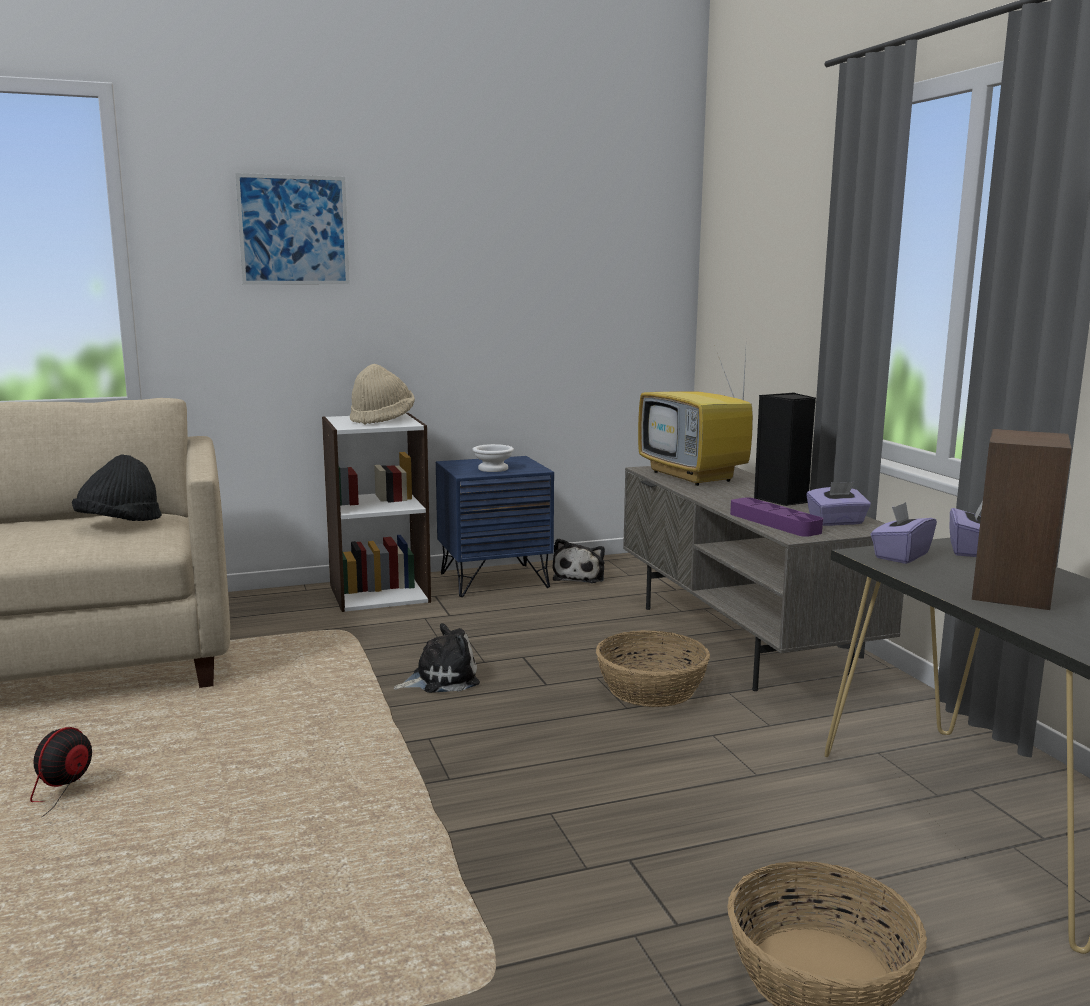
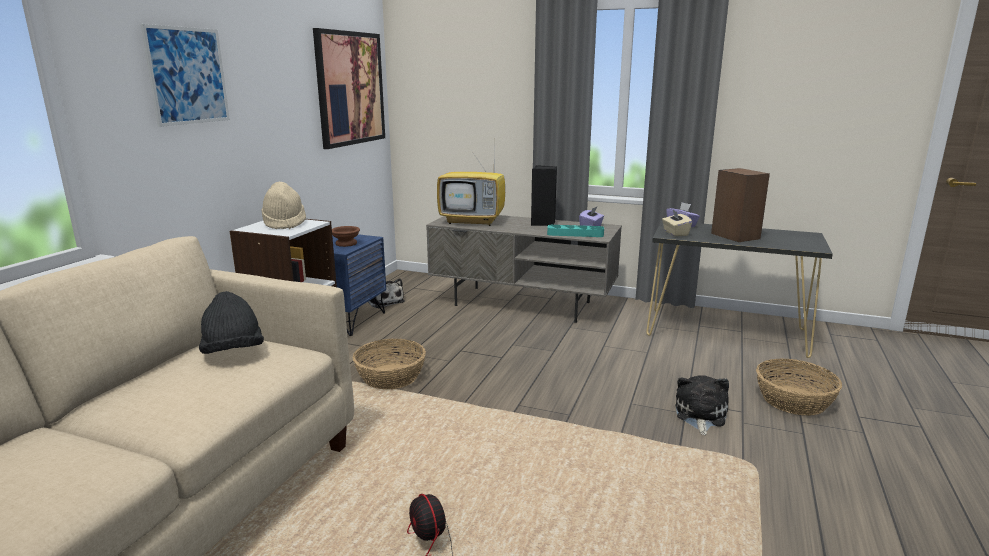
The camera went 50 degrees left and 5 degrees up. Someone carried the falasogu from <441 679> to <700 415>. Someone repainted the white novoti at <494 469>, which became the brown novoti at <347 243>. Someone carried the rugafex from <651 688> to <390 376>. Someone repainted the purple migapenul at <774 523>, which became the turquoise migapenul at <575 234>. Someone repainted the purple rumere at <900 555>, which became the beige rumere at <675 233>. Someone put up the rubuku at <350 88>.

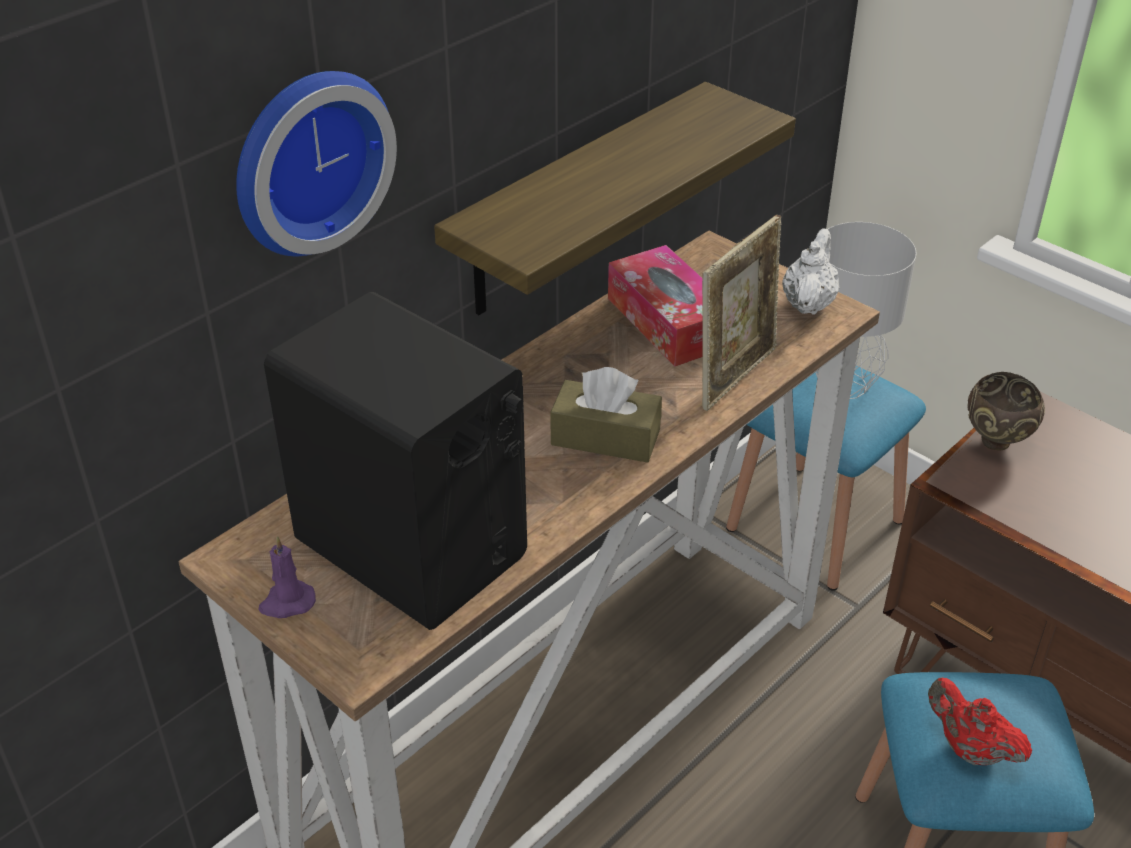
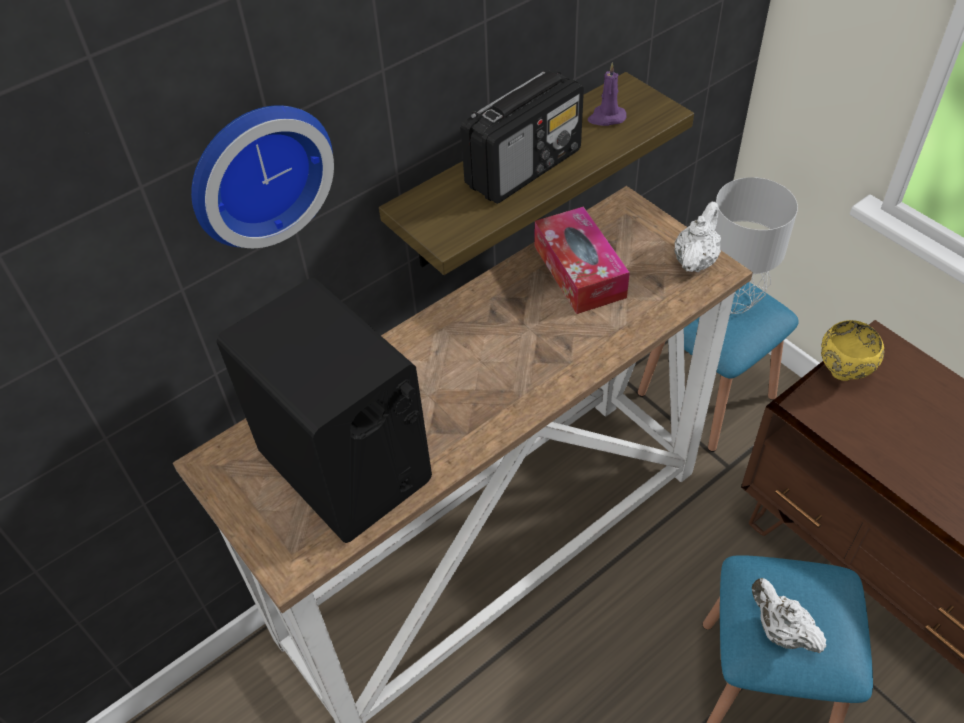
The camera went 10 degrees right and 10 degrees up. Someone carried the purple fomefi from <287 603> to <606 117>. Someone took away the brown rumere at <605 437>. Someone took away the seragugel at <735 375>. Someone repainted the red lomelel at <970 749>, which became the white lomelel at <780 630>. Someone repainted the brown novoti at <997 443>, which became the yellow novoti at <843 374>. Someone put down the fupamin at <524 167>.

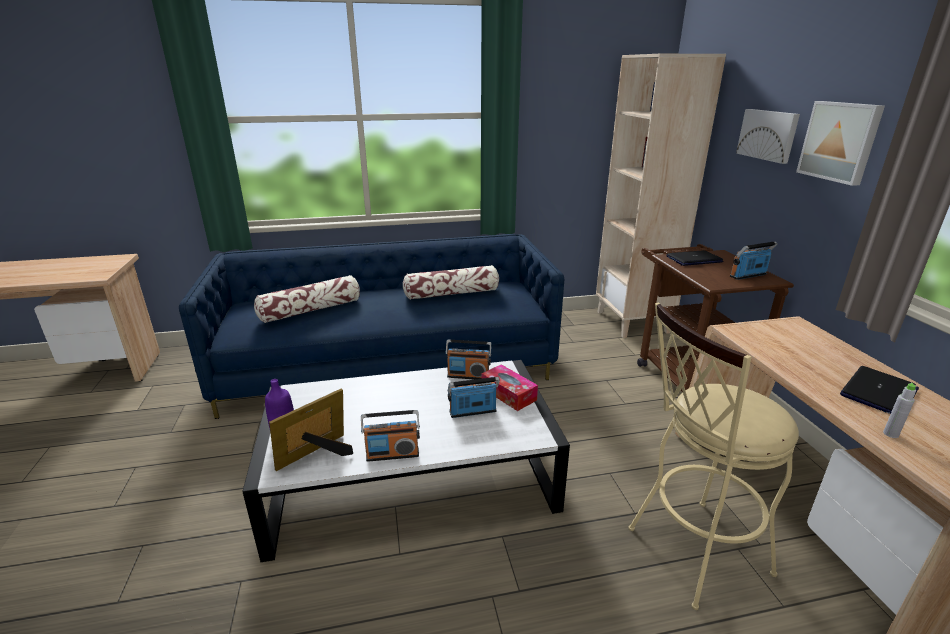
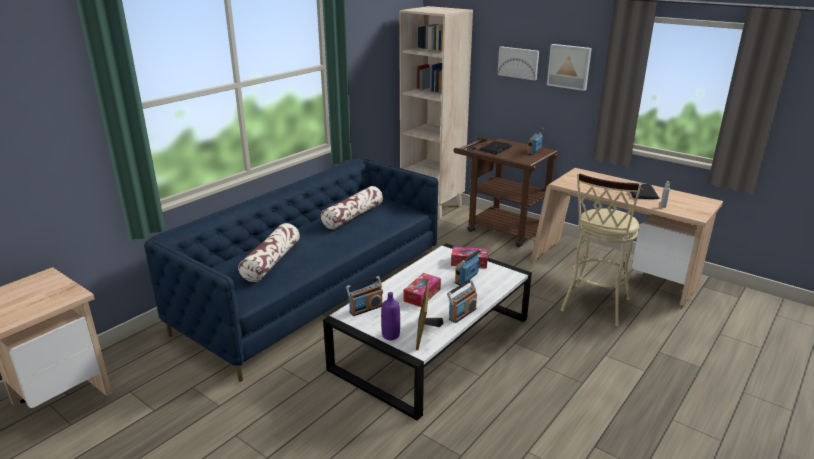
The camera went 40 degrees left and 0 degrees up. Someone carried the fupamin from <468 375> to <365 309>. Someone put down the rumere at <422 295>.

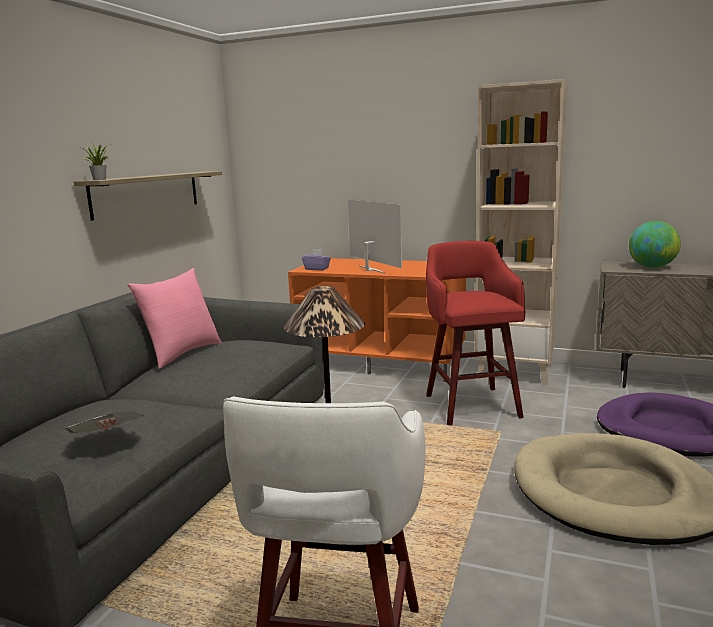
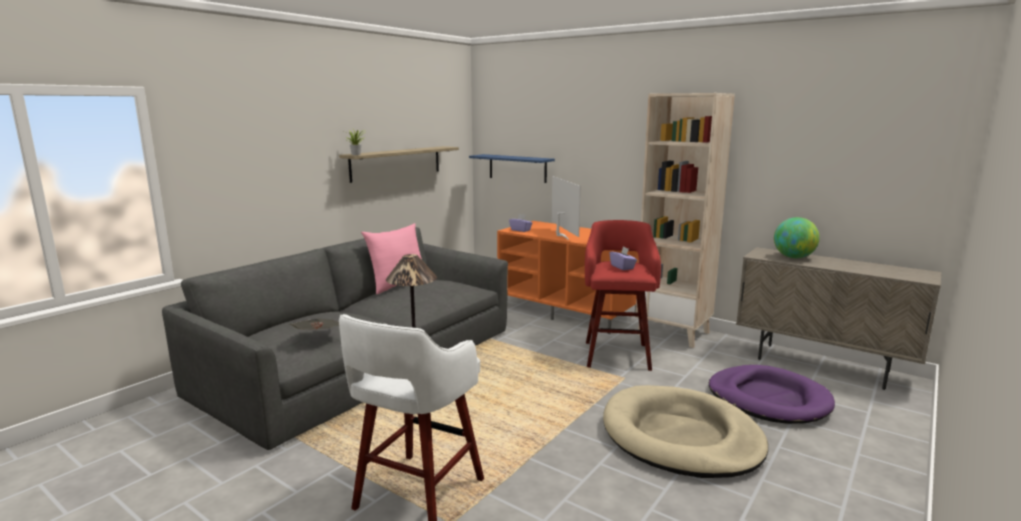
The camera went 15 degrees right and 0 degrees up. Someone put up the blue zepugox at <517 168>. Someone put down the purple rumere at <622 267>.

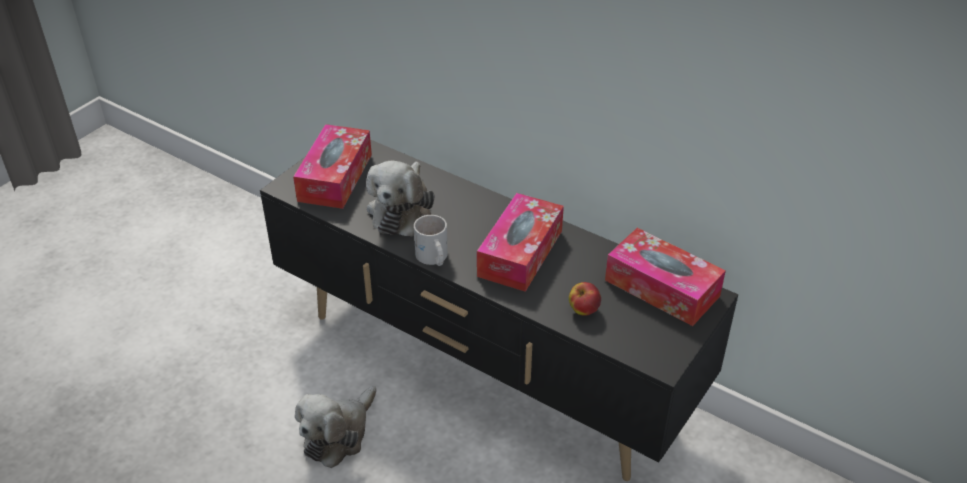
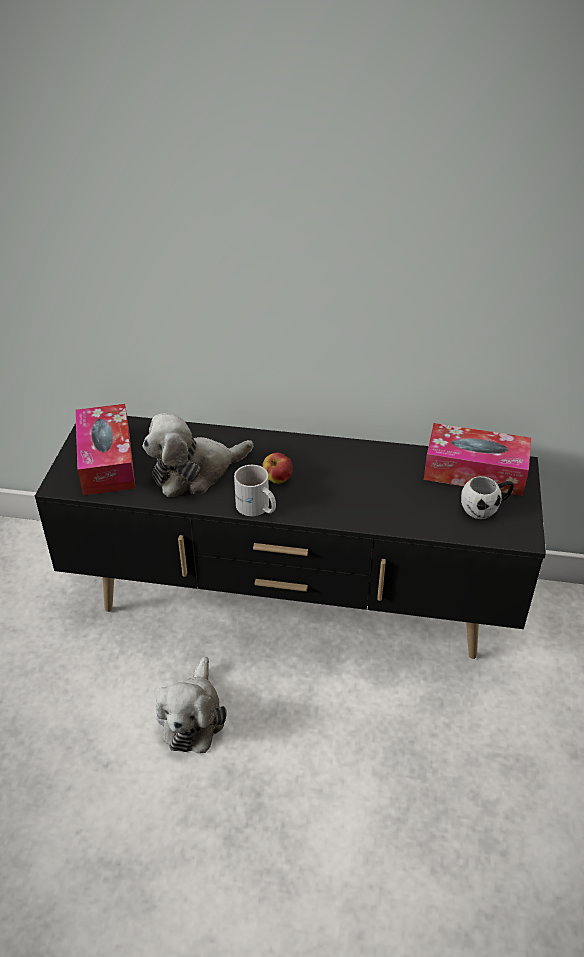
The camera went 25 degrees left and 0 degrees up. Someone rotated the falasogu at <401 210> by 75 degrees clockwise. Someone took away the rumere at <520 253>. Someone carried the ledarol from <583 310> to <277 479>. Someone put down the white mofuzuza at <485 508>.

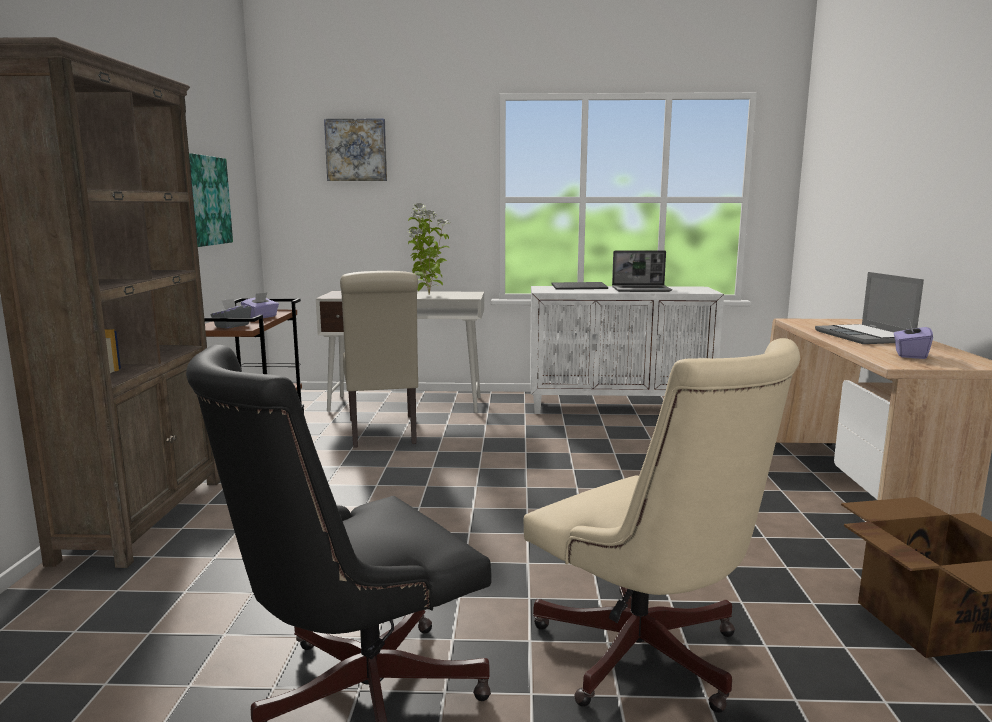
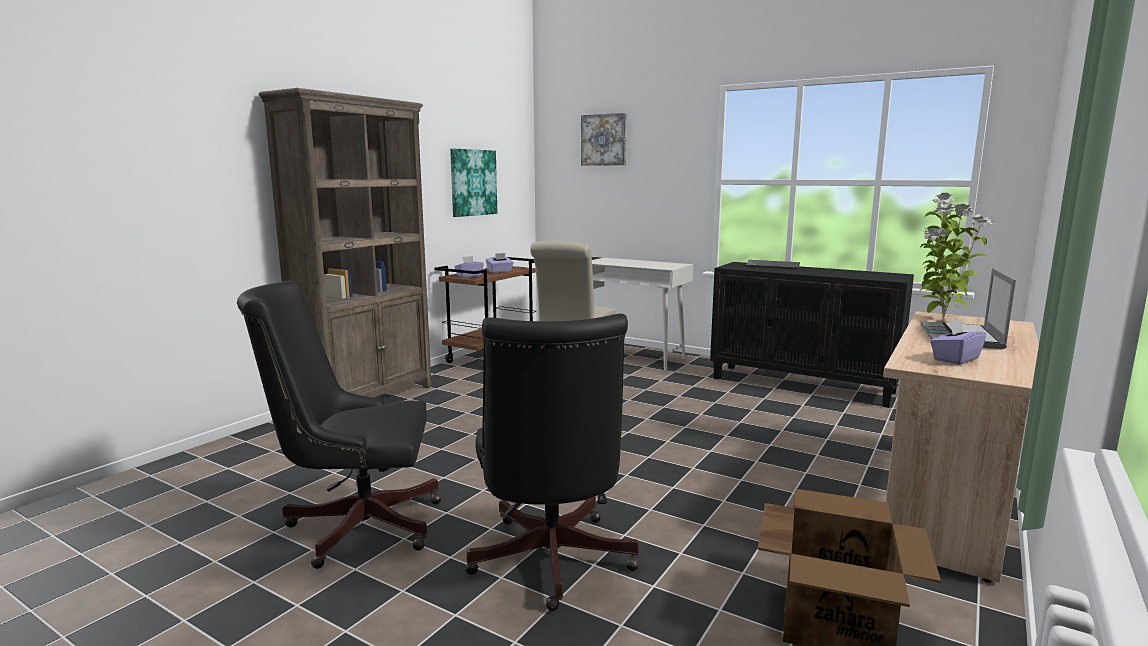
The camera went 30 degrees right and 0 degrees up. Someone repainted the grey rumere at <232 326>, which became the purple rumere at <469 276>. Someone carried the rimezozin from <428 295> to <941 318>. Someone repainted the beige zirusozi at <647 660>, which became the black zirusozi at <550 564>. Someone repainted the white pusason at <619 407>, which became the black pusason at <803 385>. Someone took away the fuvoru at <642 290>.

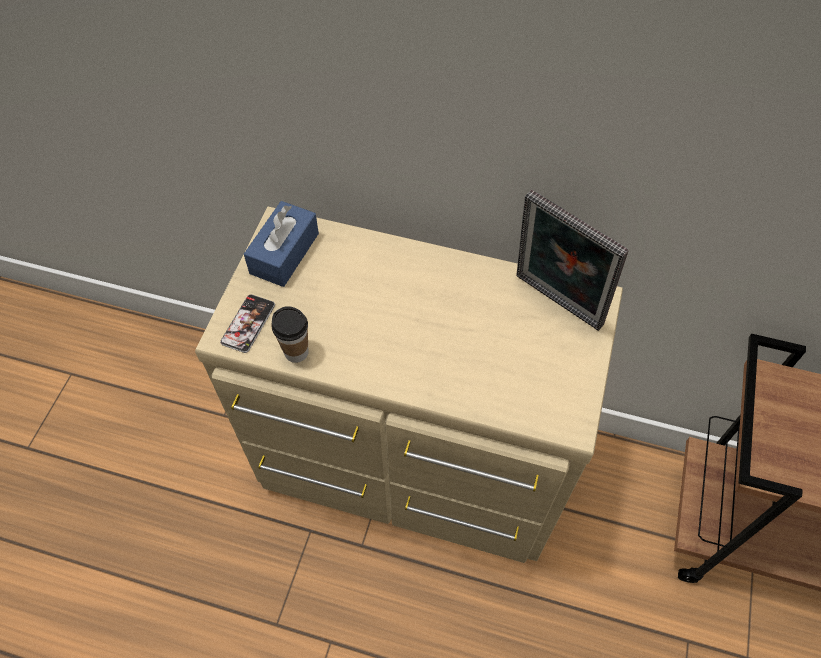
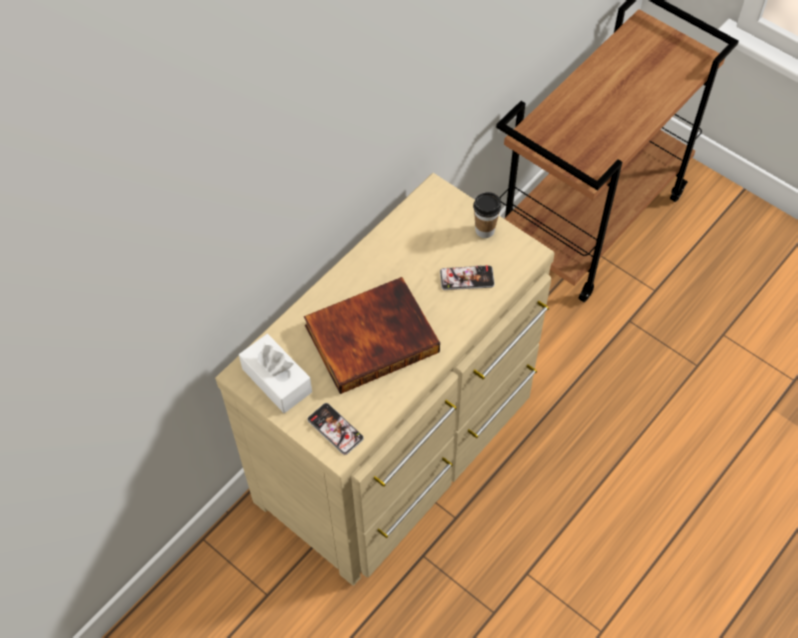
The camera went 65 degrees left and 0 degrees up. Someone repainted the blue rumere at <284 253>, which became the white rumere at <277 380>. Someone carried the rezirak from <296 352> to <485 230>. Someone took away the seragugel at <555 304>. Someone put down the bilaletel at <371 336>. Someone put down the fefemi at <467 278>.

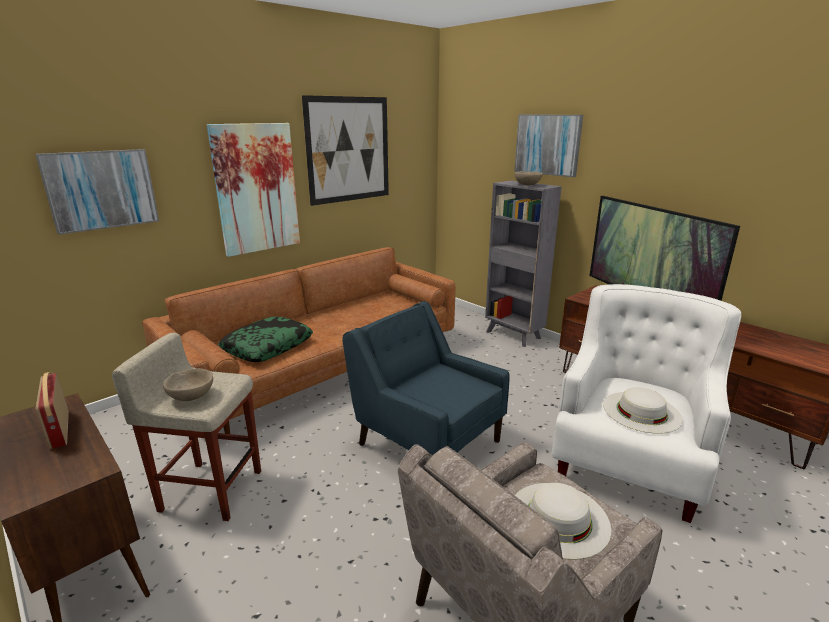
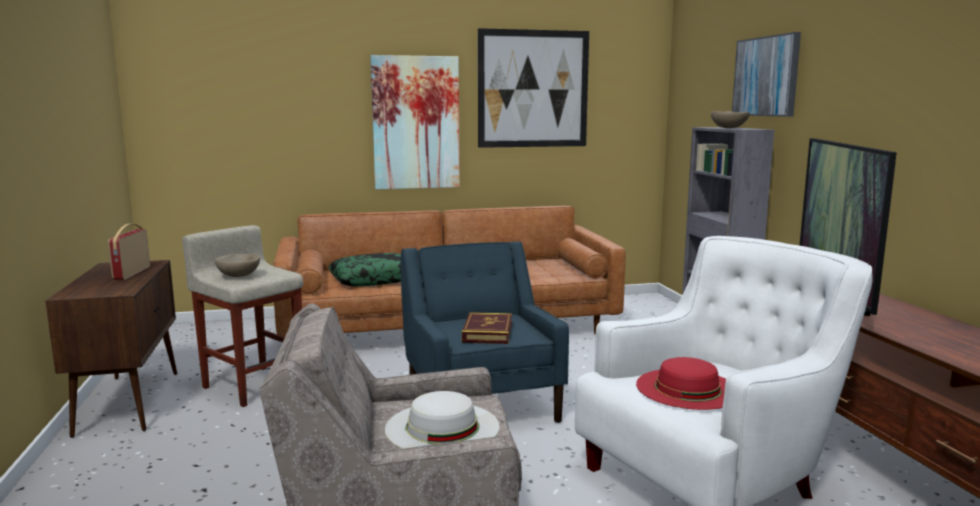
The camera went 30 degrees right and 10 degrees down. Someone took away the rubuku at <101 190>. Someone repainted the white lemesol at <641 411>, which became the red lemesol at <687 388>. Someone put down the bilaletel at <487 332>.

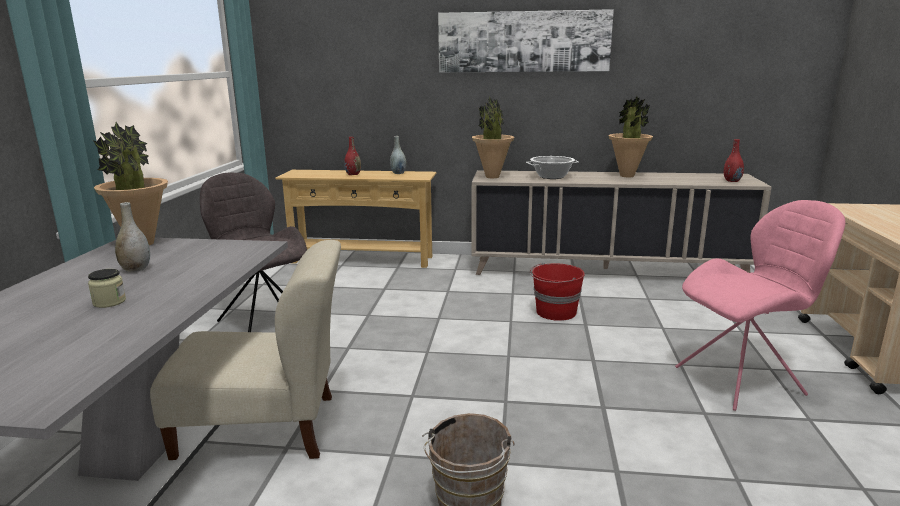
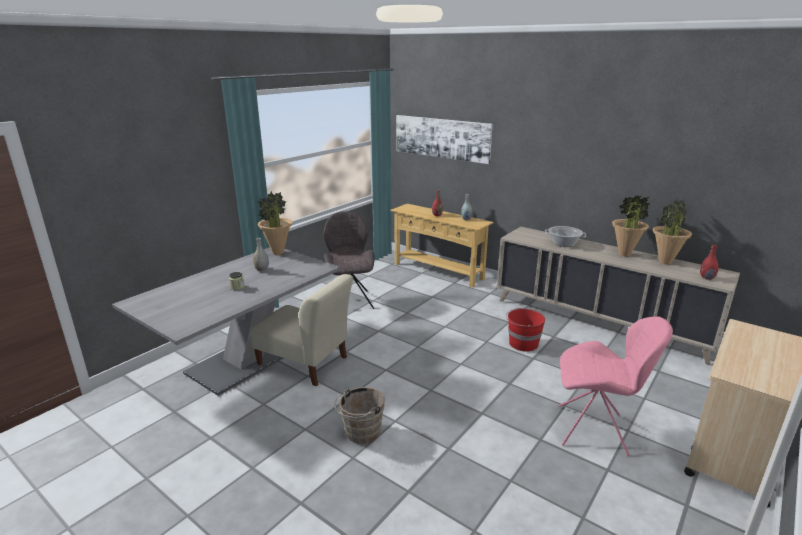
The camera went 30 degrees right and 5 degrees up. Someone carried the rubuku from <523 42> to <441 138>. Someone carried the rimezozin from <492 177> to <665 262>.

